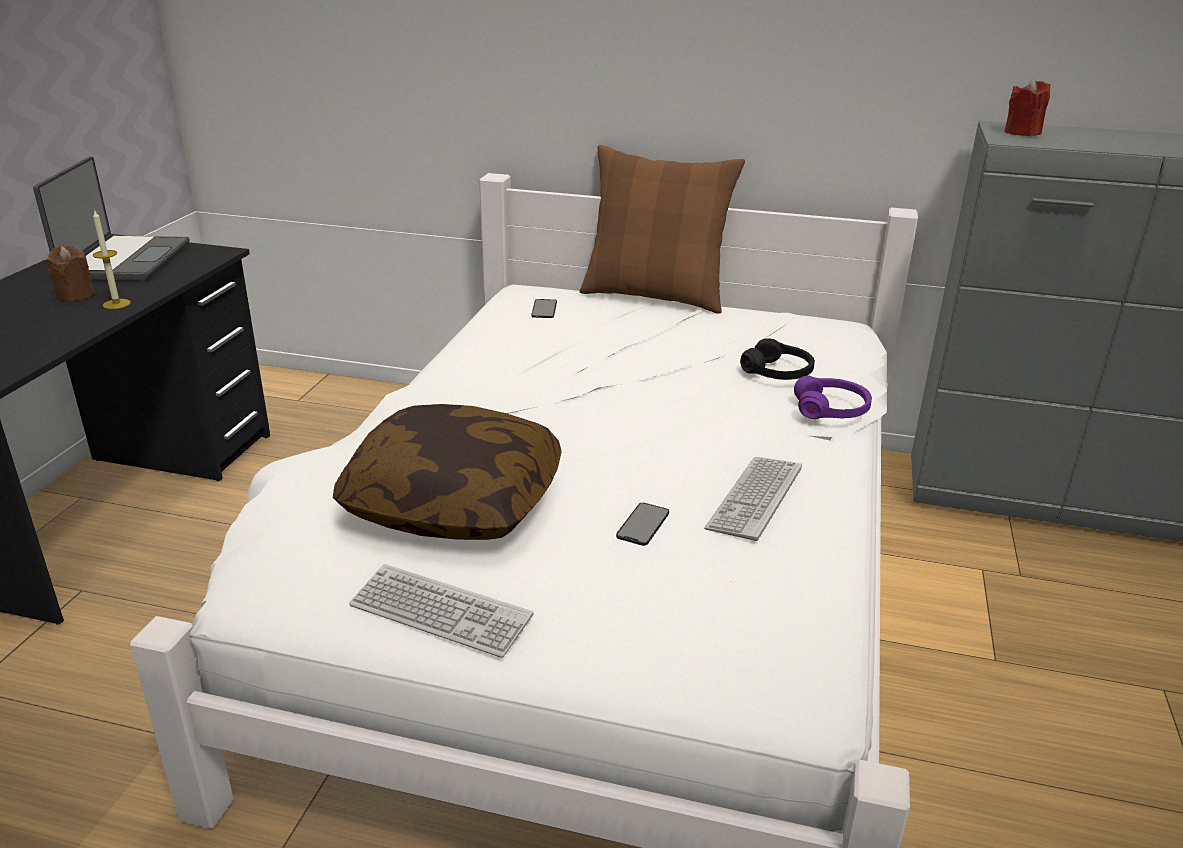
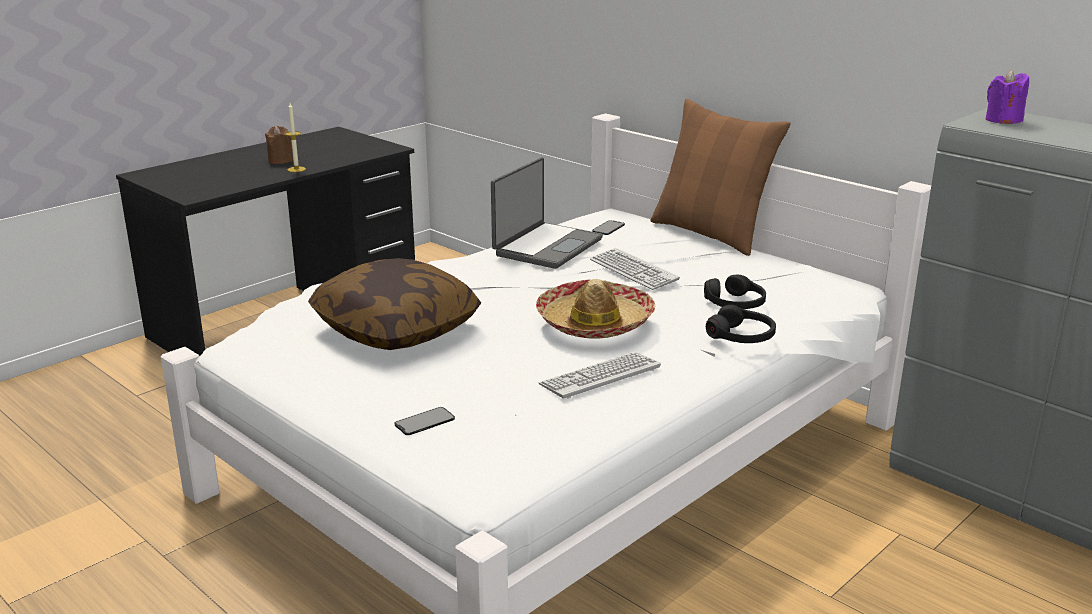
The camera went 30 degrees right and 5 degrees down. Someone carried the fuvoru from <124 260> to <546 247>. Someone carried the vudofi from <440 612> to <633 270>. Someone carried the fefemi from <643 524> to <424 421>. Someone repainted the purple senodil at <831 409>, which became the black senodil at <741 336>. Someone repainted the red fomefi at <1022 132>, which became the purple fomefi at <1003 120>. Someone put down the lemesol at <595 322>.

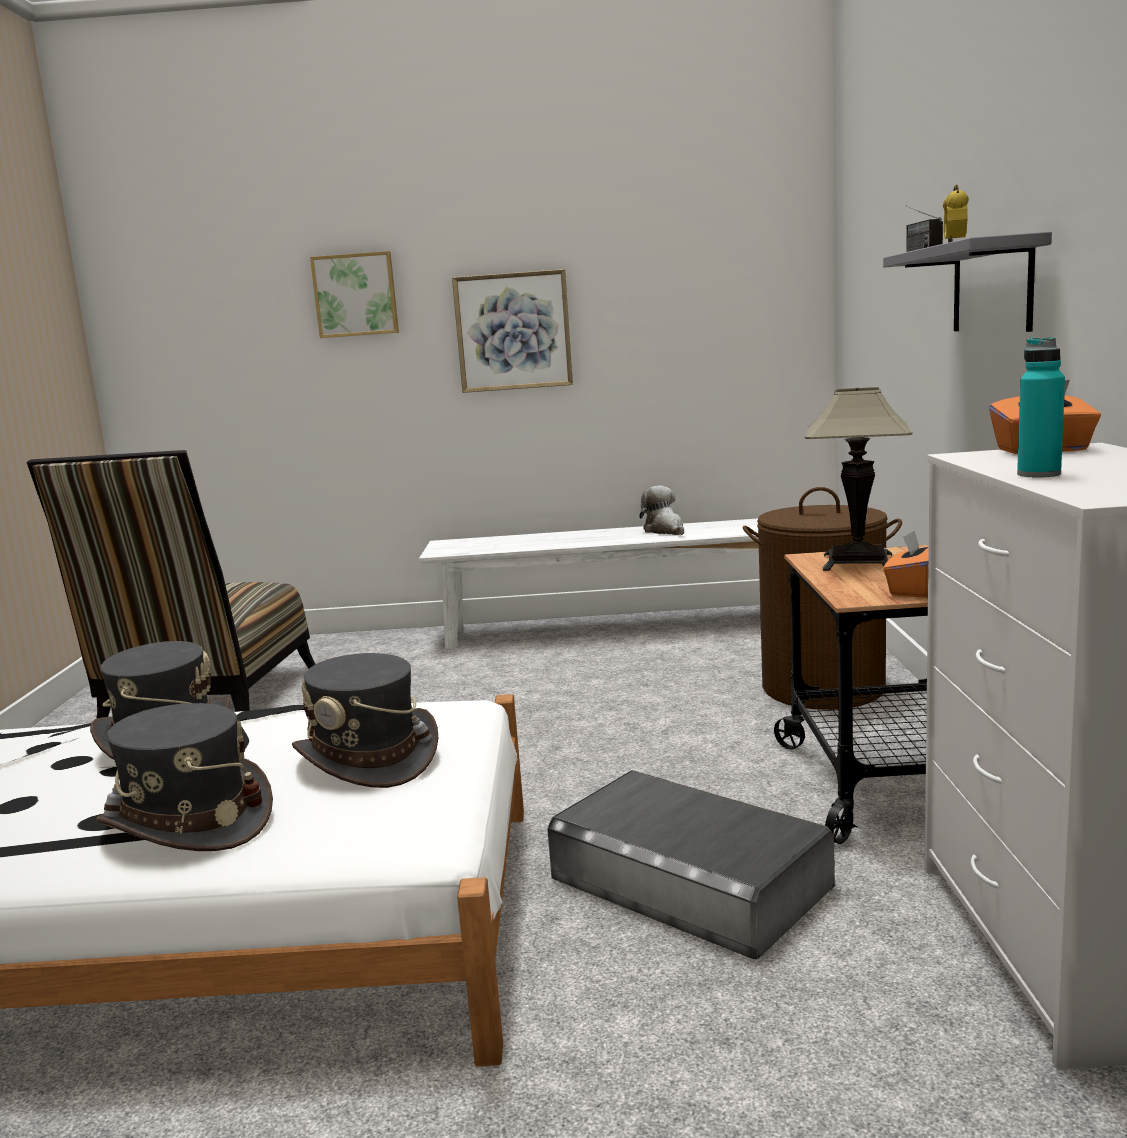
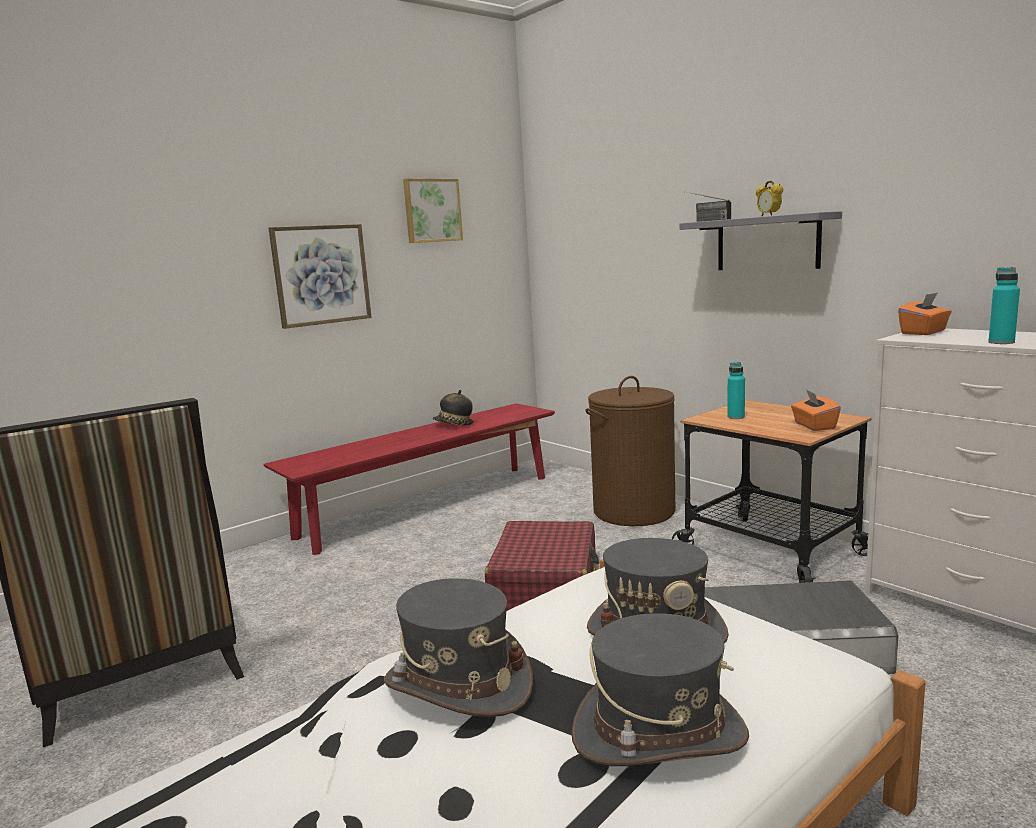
The camera went 40 degrees left and 0 degrees up. Someone carried the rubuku from <356 295> to <431 210>. Someone repainted the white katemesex at <618 627>, which became the red katemesex at <429 506>. Someone swapped the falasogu at <665 530> for the lemesol at <454 425>. Someone swapped the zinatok at <857 562> for the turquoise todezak at <736 417>. Someone put down the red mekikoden at <546 584>.

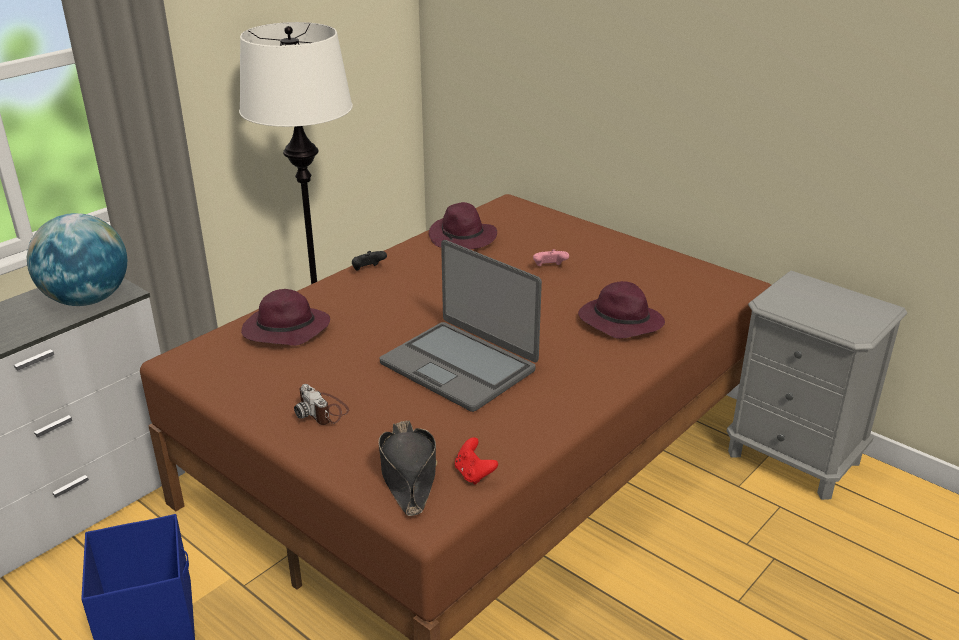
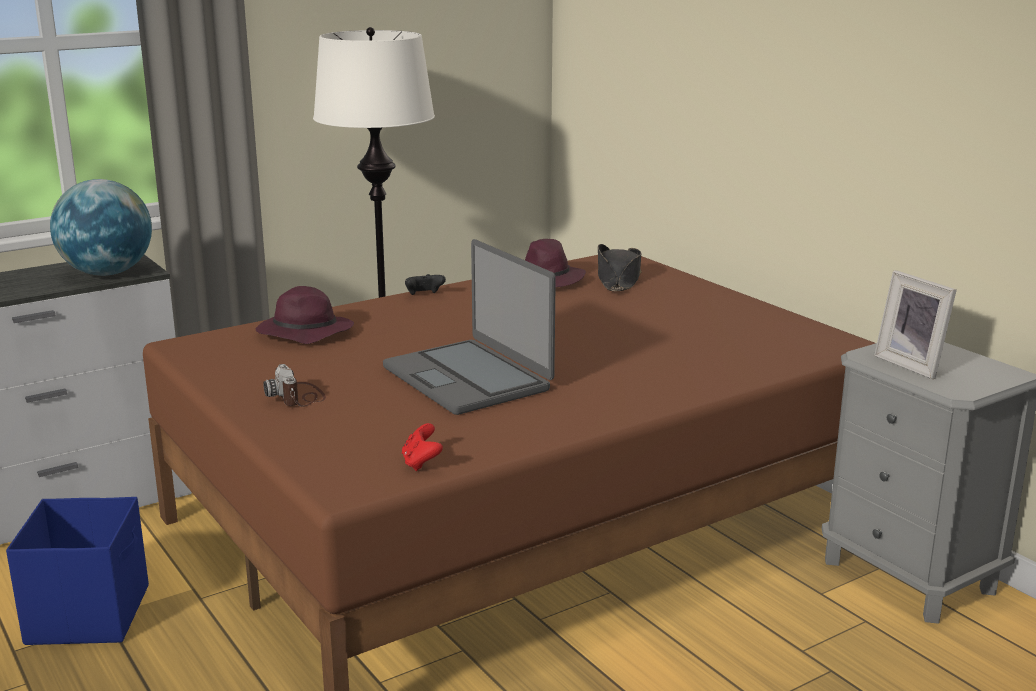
The camera went 15 degrees right and 10 degrees down. Someone carried the black lemesol from <408 474> to <618 279>. Someone took away the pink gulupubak at <549 268>. Someone took away the purple lemesol at <619 322>. Someone put down the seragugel at <913 364>.

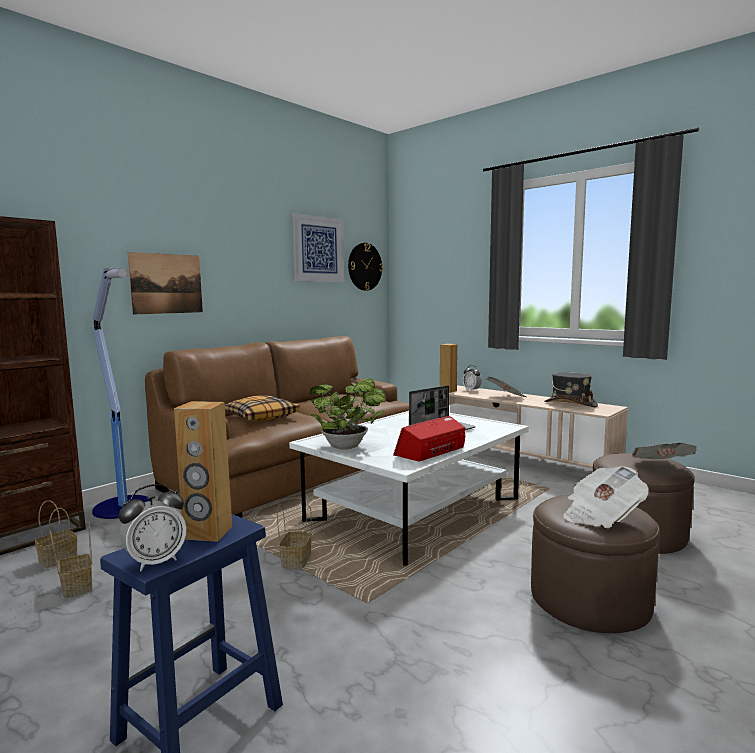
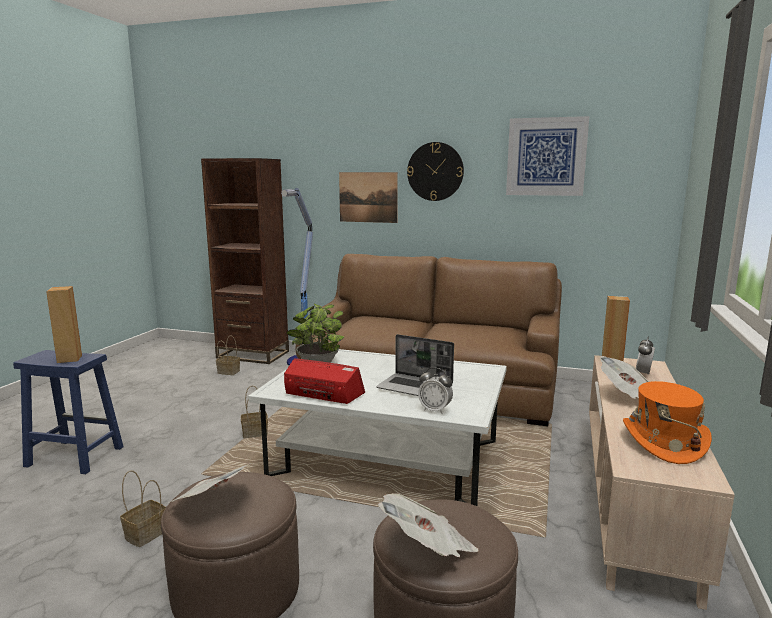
The camera went 65 degrees right and 5 degrees up. Someone carried the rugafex from <76 587> to <146 533>. Someone carried the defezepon from <155 562> to <435 410>. Someone took away the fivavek at <261 417>. Someone carried the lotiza from <364 266> to <435 171>. Someone repainted the grey lemesol at <570 404>, which became the orange lemesol at <663 442>.

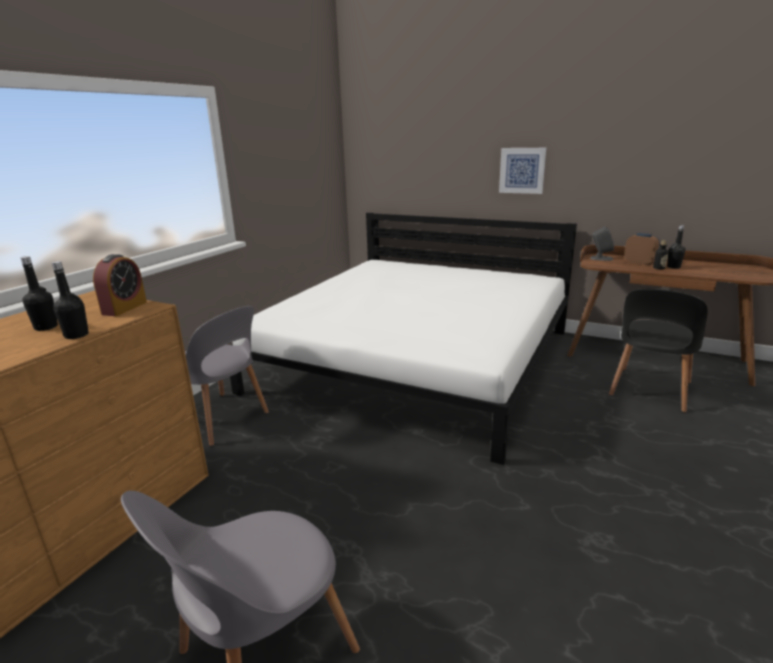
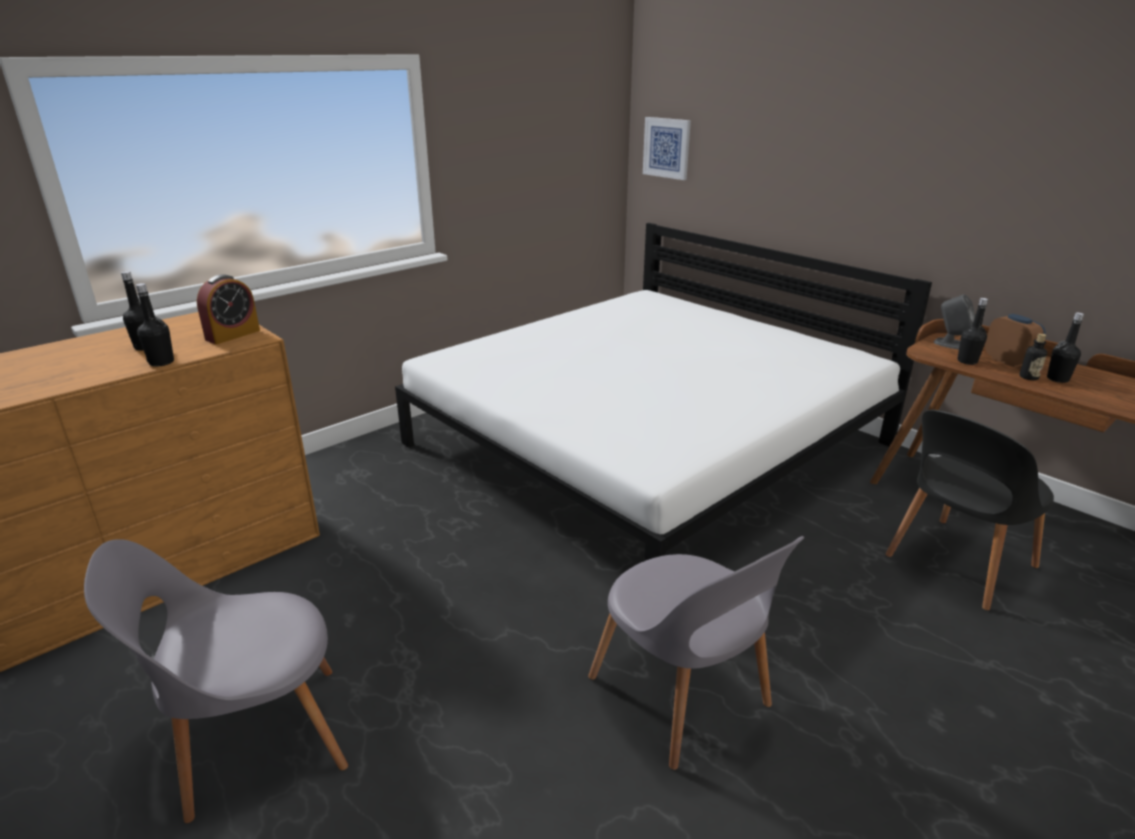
The camera went 20 degrees right and 5 degrees up. Someone carried the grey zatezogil from <220 419> to <682 697>. Someone carried the rubuku from <522 170> to <667 148>. Someone put down the black todezak at <967 361>.

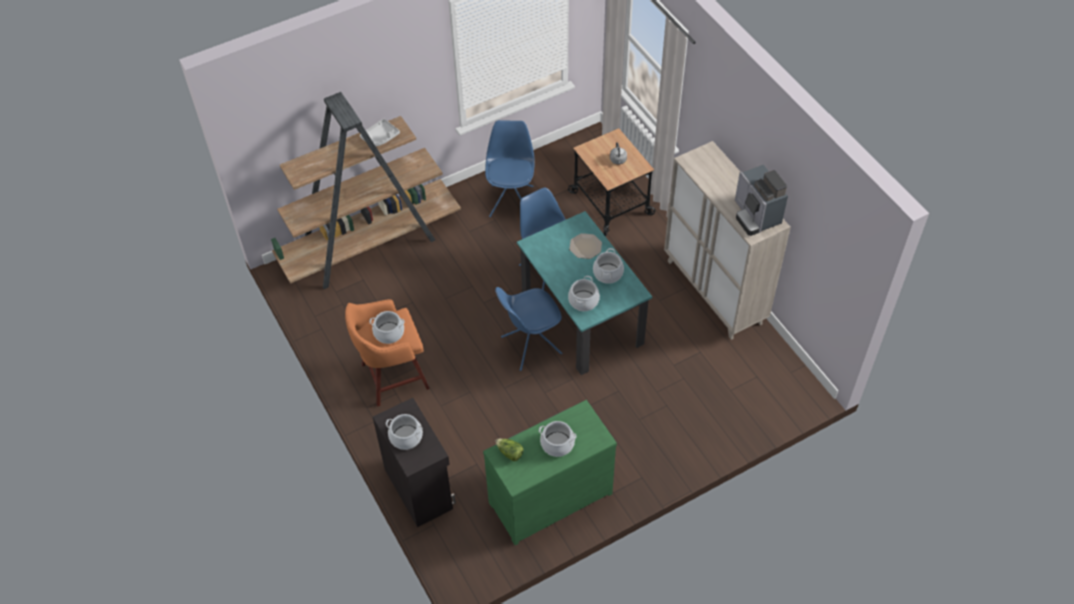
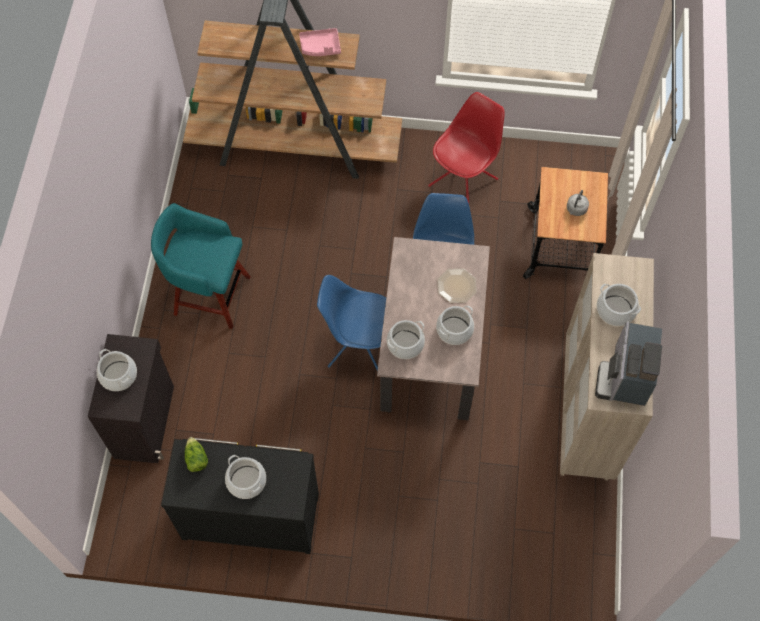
The camera went 35 degrees right and 10 degrees up. Someone repainted the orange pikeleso at <392 377>, which became the turquoise pikeleso at <209 294>. Someone repainted the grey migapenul at <380 137>, which became the pink migapenul at <320 47>. Someone carried the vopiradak from <389 333> to <615 310>. Someone repainted the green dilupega at <548 496>, which became the black dilupega at <250 512>. Someone repainted the blue zatezogil at <511 200>, which became the red zatezogil at <464 182>. Someone repainted the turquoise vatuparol at <582 318>, which became the beige vatuparol at <430 351>.

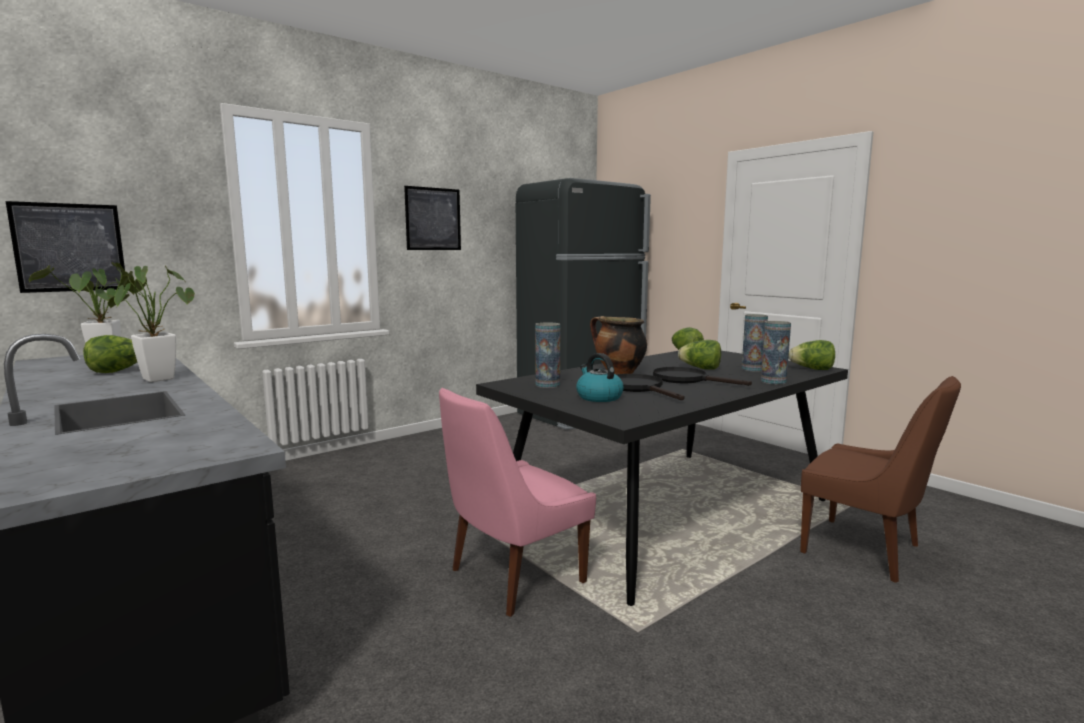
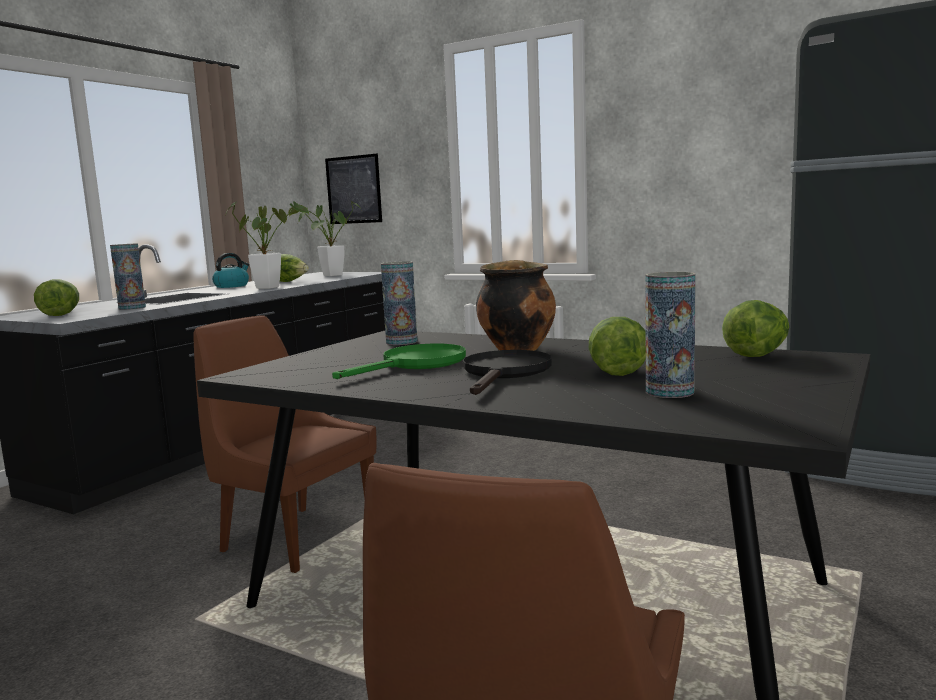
The camera went 70 degrees right and 0 degrees up. Someone took away the rubuku at <433 219>. Someone repainted the pink zatezogil at <512 578>, which became the brown zatezogil at <295 537>. Someone carried the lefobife from <598 397> to <232 286>. Someone repainted the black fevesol at <639 388>, which became the green fevesol at <415 364>. Someone carried the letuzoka from <773 381> to <132 308>. Someone carried the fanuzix from <812 369> to <62 314>.

